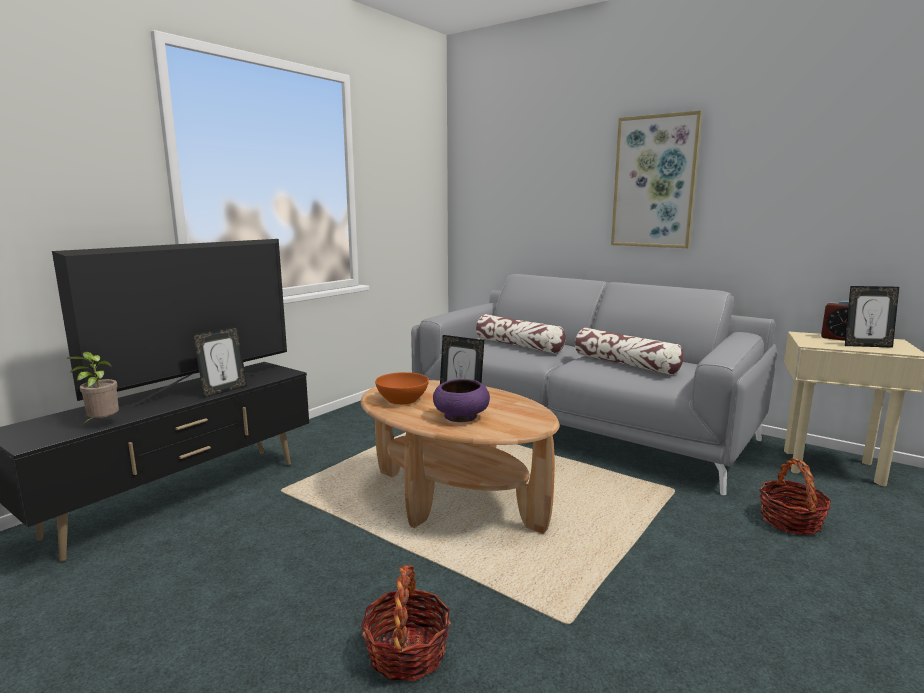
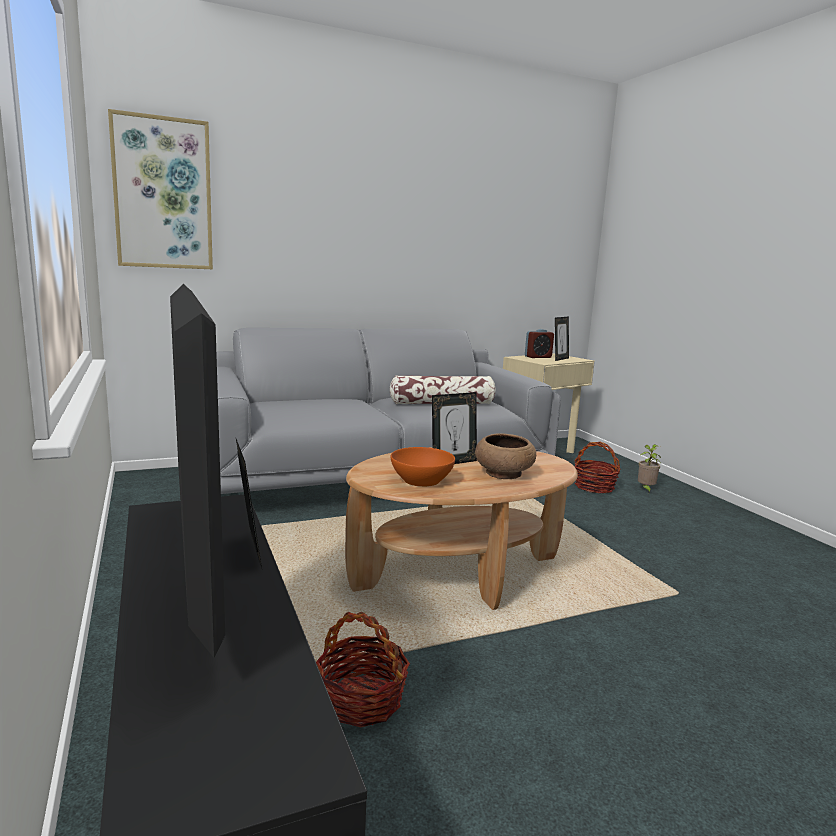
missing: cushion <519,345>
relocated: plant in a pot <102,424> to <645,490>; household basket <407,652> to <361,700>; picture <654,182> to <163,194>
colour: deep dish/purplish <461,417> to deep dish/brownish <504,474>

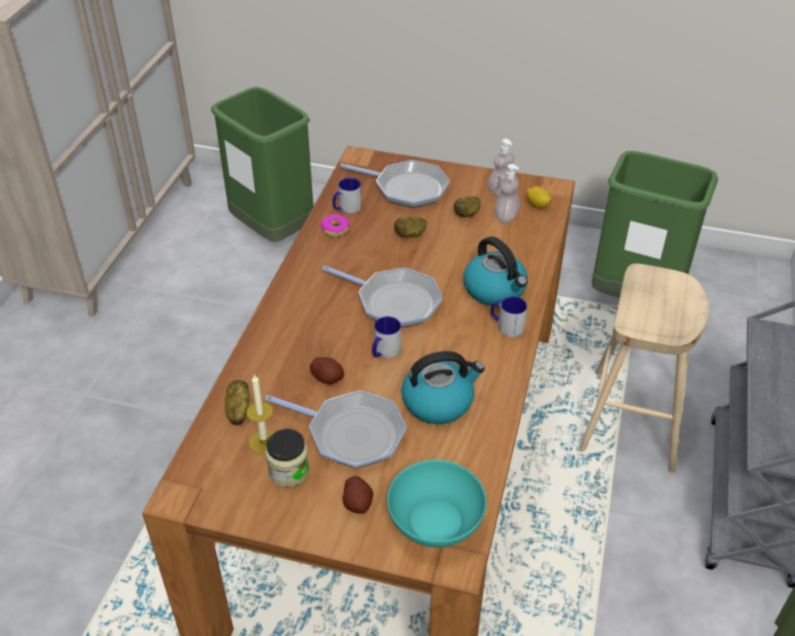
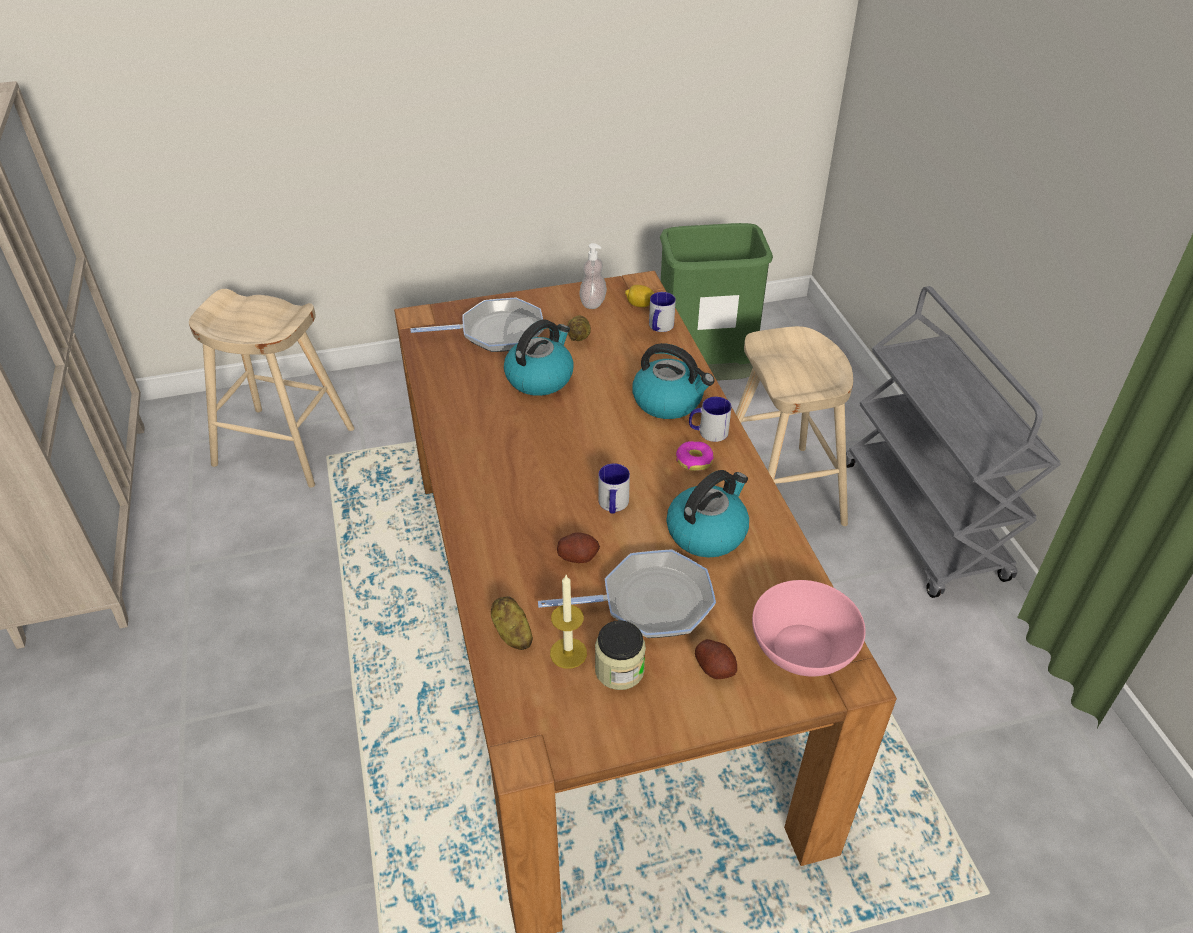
missing: skillet <394,302>; soap dispenser <506,216>
relocated: doughnut <335,229> to <694,460>; tea mug <346,208> to <659,327>
exchanged: waste bin/green-coloured <272,231> to stool seat/sand-coloured <285,447>; potato <410,234> to tea kettle <540,377>
colour: deep dish/turquoise <436,521> to deep dish/pink <803,648>

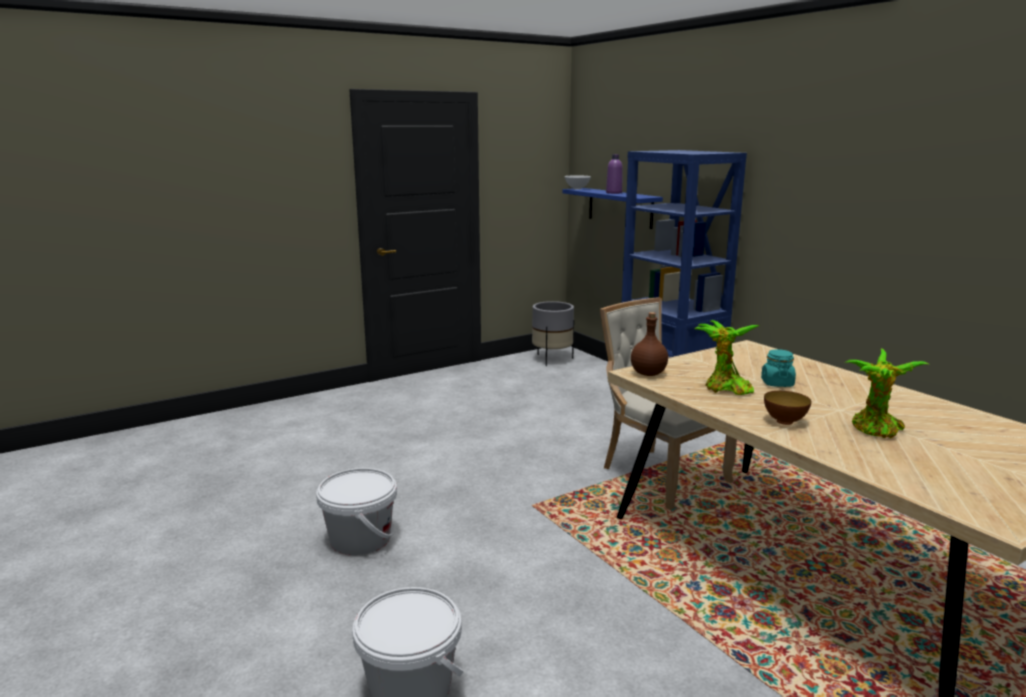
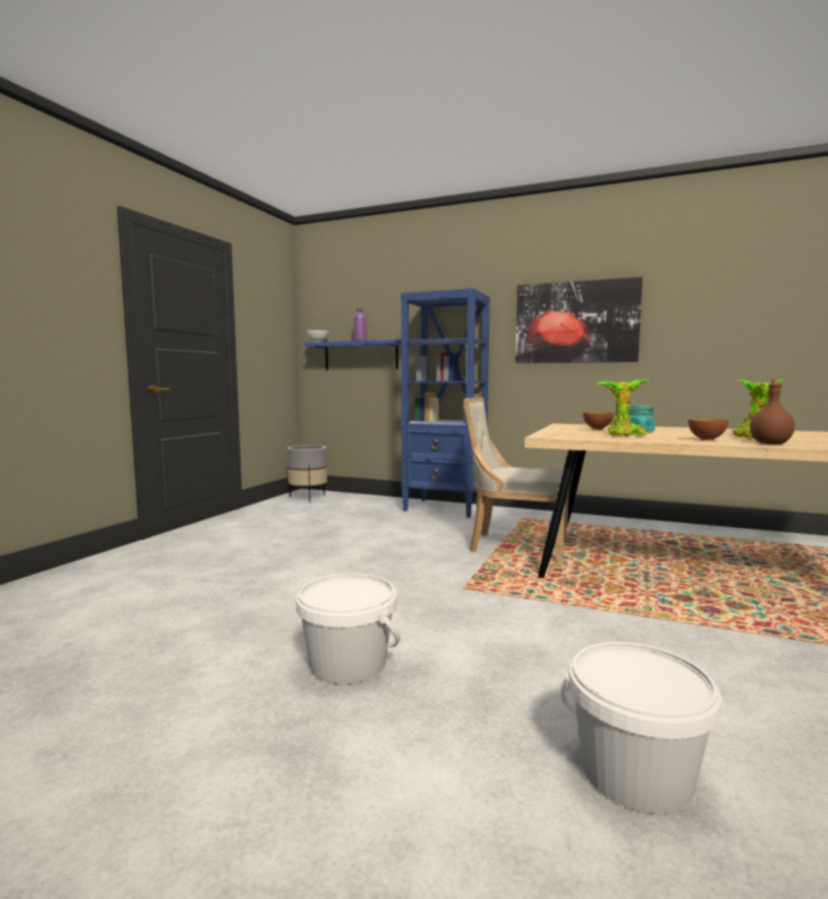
appeared: picture <576,322>; deep dish <597,429>
relocated: beverage bottle/brownish <649,373> to <770,443>

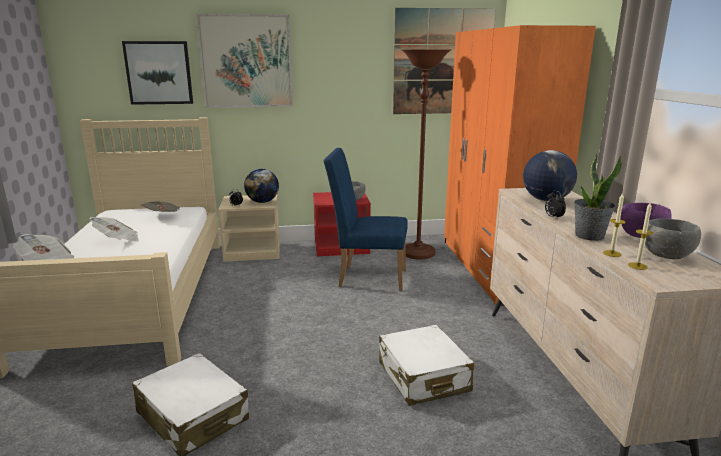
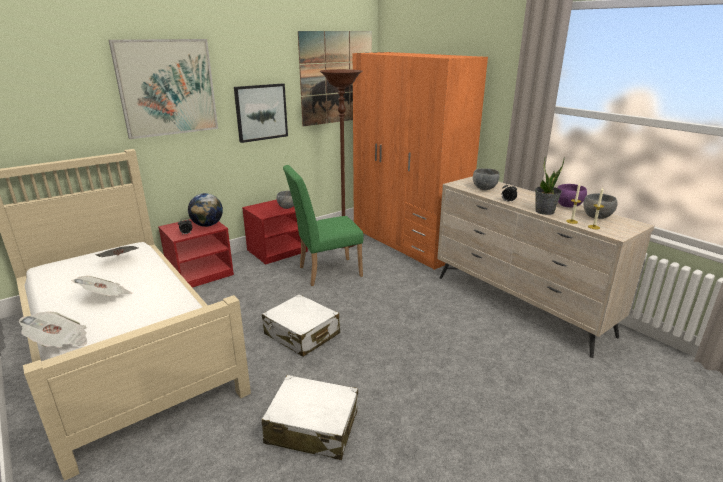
relocated: picture <159,73> to <261,112>; piece of luggage/whitish <423,377> to <302,334>
exchanged: globe <546,200> to deep dish/greyish <484,188>
colour: night table/sand-coloured <253,251> to night table/red <200,274>; plain chair/blue-coloured <367,277> to plain chair/green-coloured <325,272>

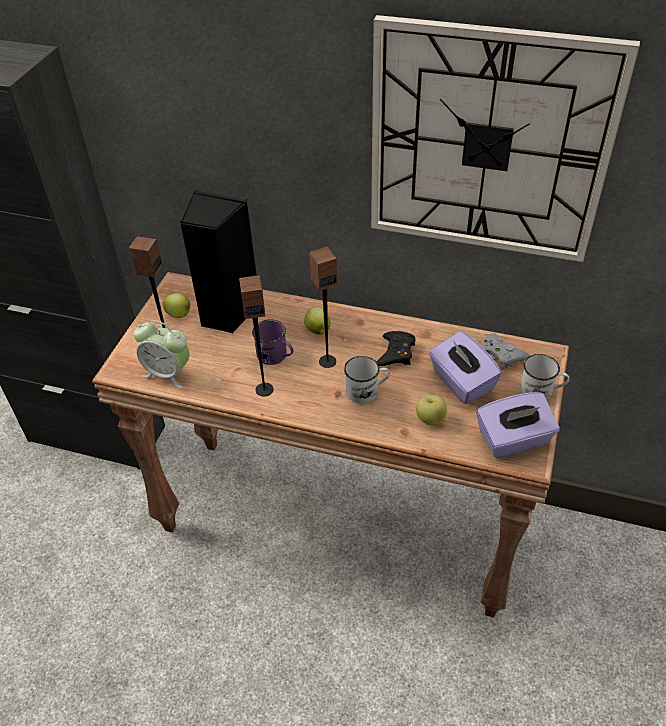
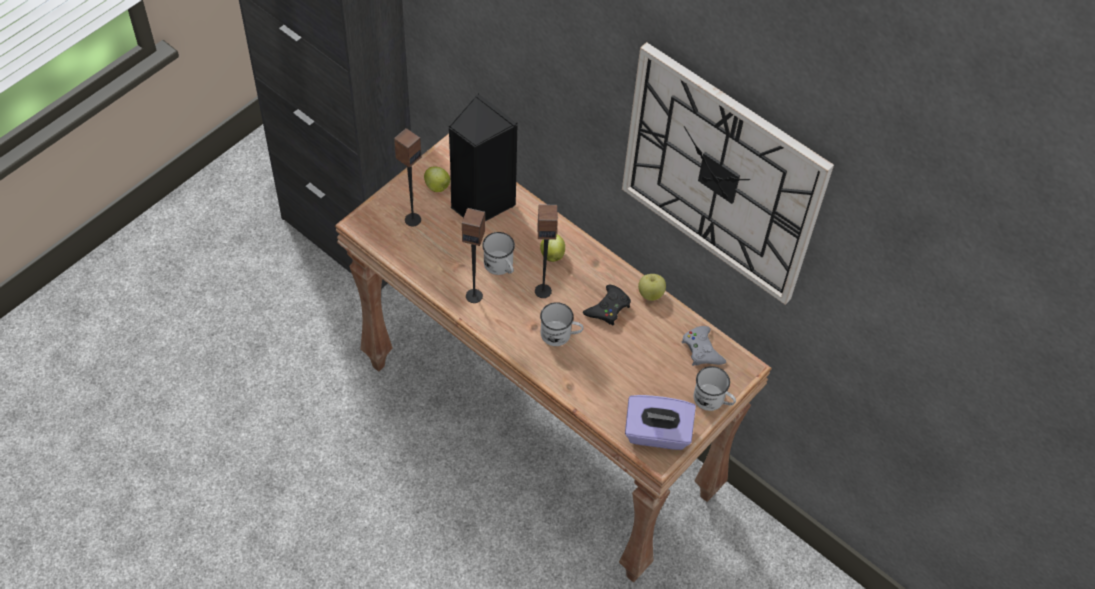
missing: bedside clock <168,373>; box of tissues/purplish <461,382>
relocated: whole apple <430,419> to <650,294>
colour: tea mug/purplish <276,356> to tea mug/whitish <501,267>

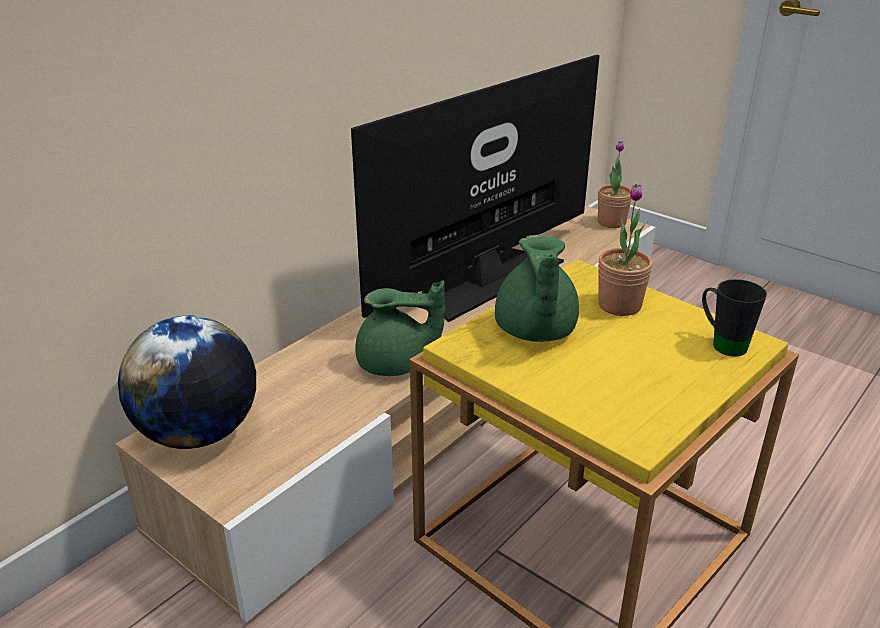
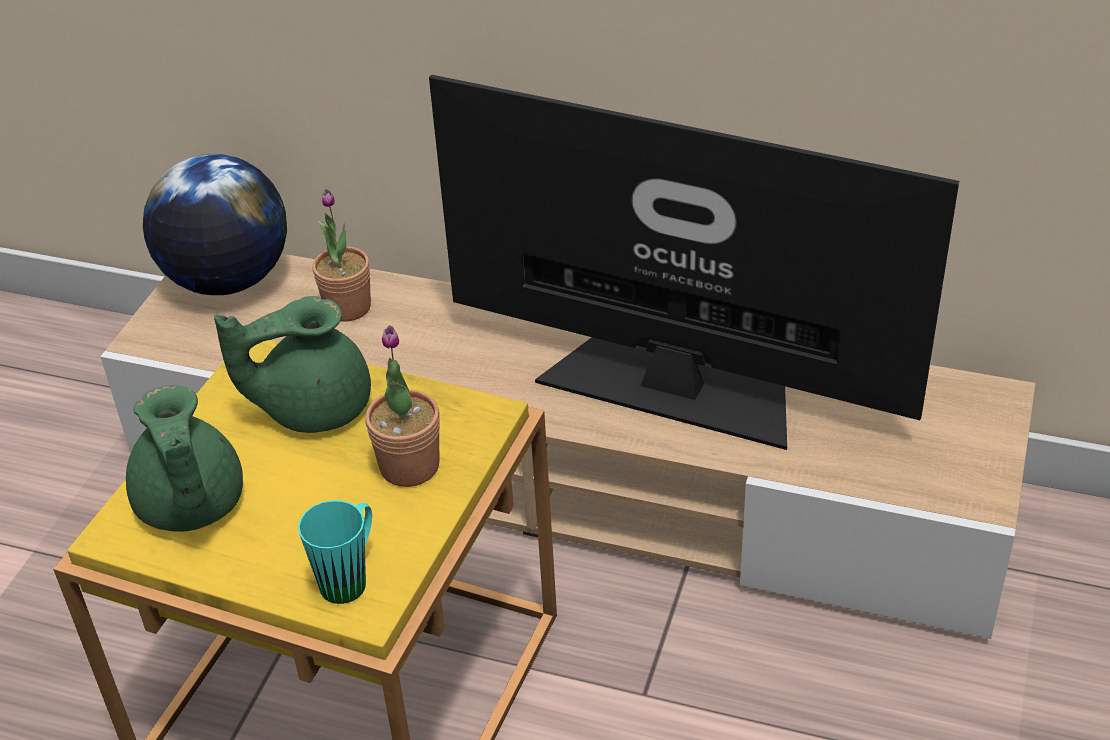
relocated: teapot/green-coloured <396,364> to <190,507>; plant in a pot <611,222> to <348,307>
colour: tea mug/black <722,343> to tea mug/turquoise <351,577>

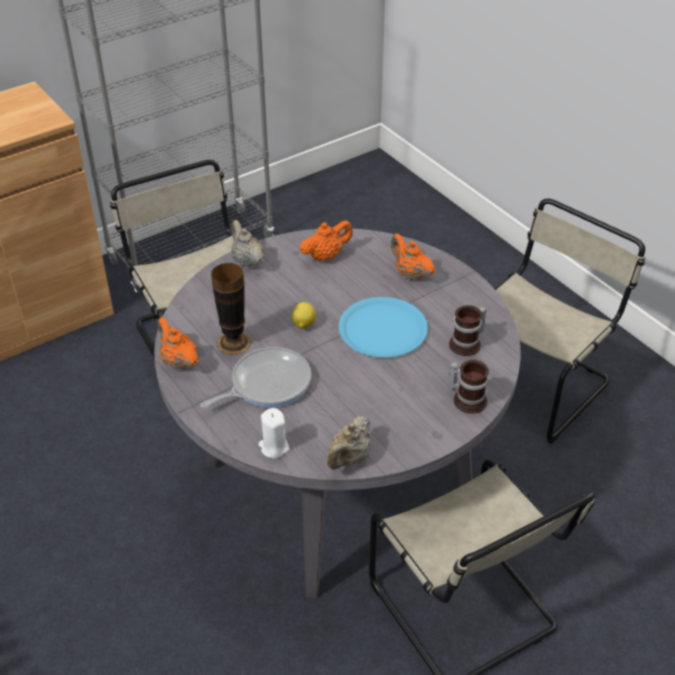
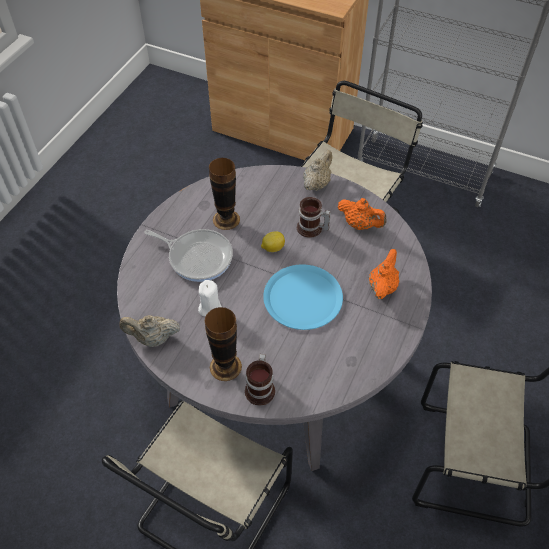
missing: teapot/orange <178,361>
appeared: vase <225,366>
relocated: candle/whitish <274,447> to <210,308>; tea mug <468,344> to <311,229>

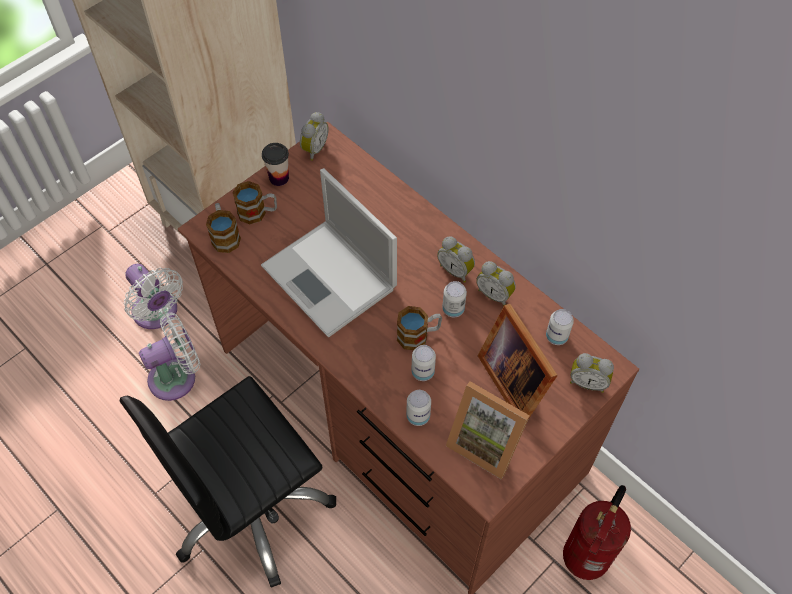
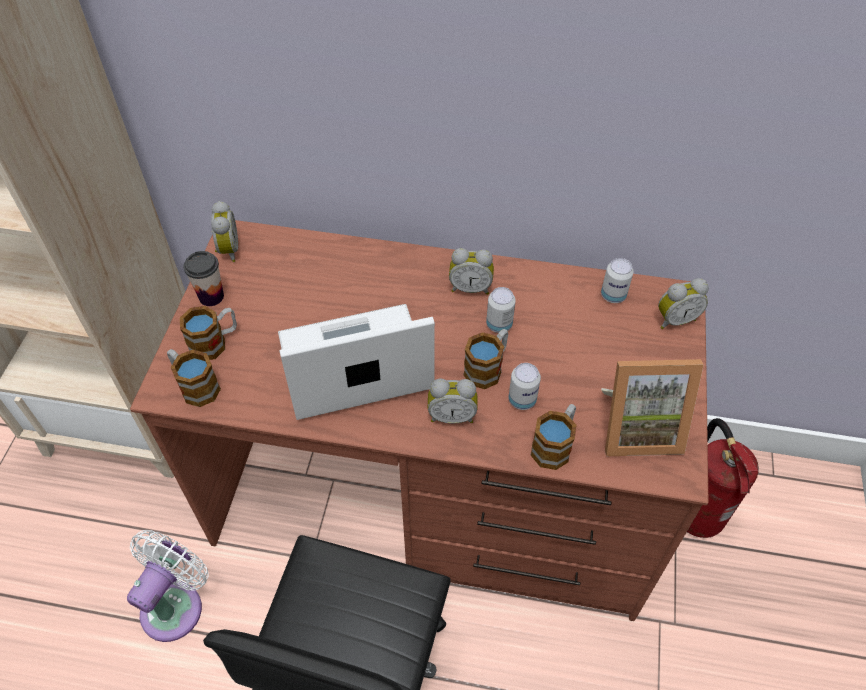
missing: fan/whitish <157,313>; standing frame <515,378>
relocated: bedside clock <495,294> to <452,415>
exchanged: metal can <418,416> to tea mug <555,445>
spun: notebook computer <331,278> = <351,364> 150 degrees clockwise

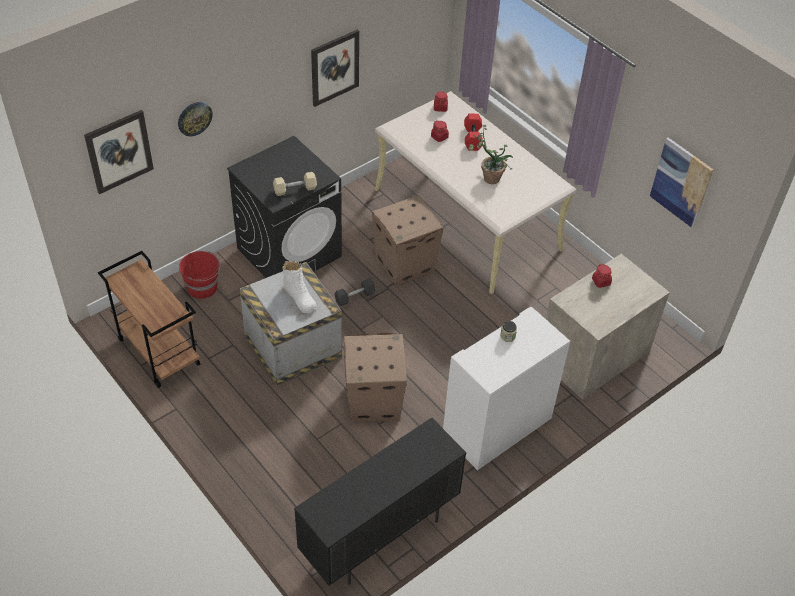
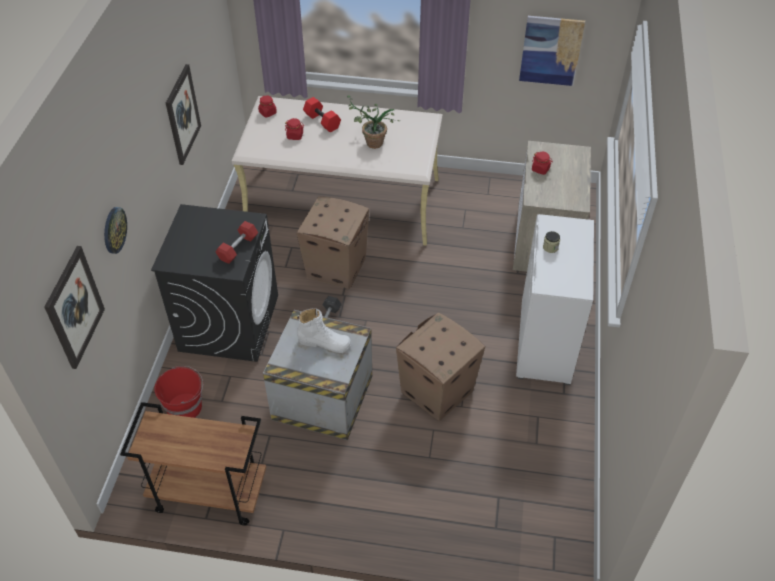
missing: storage cabinet/black <379,536>
colour: free weight/sand-coloured <295,189> to free weight/red <238,248>

